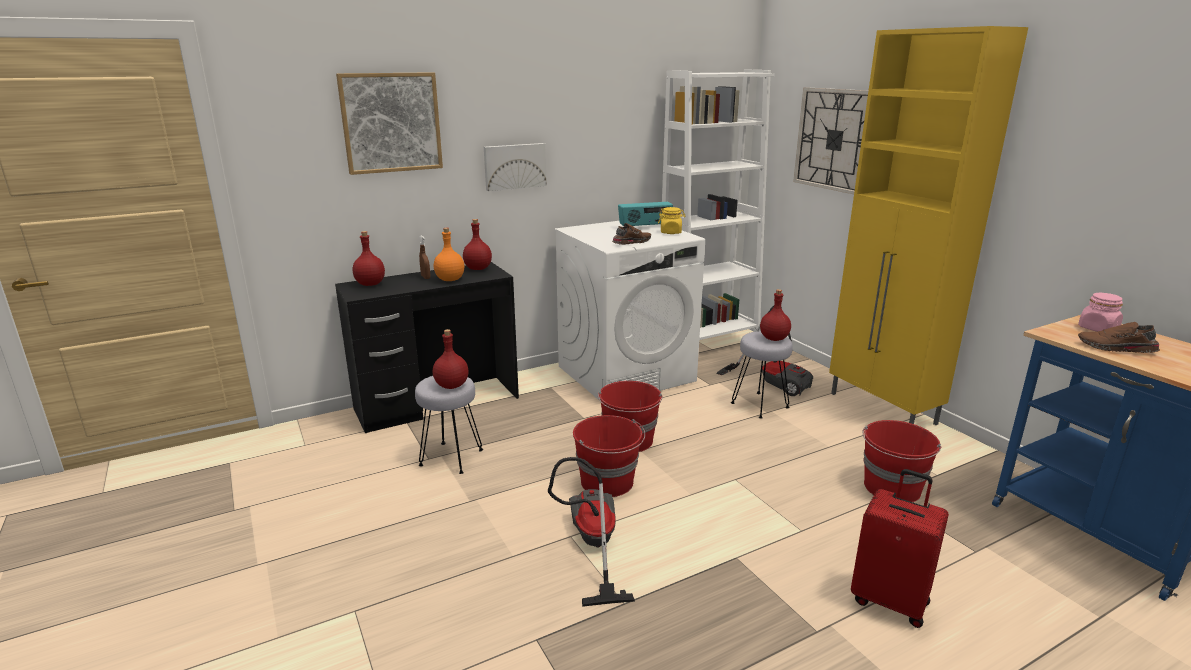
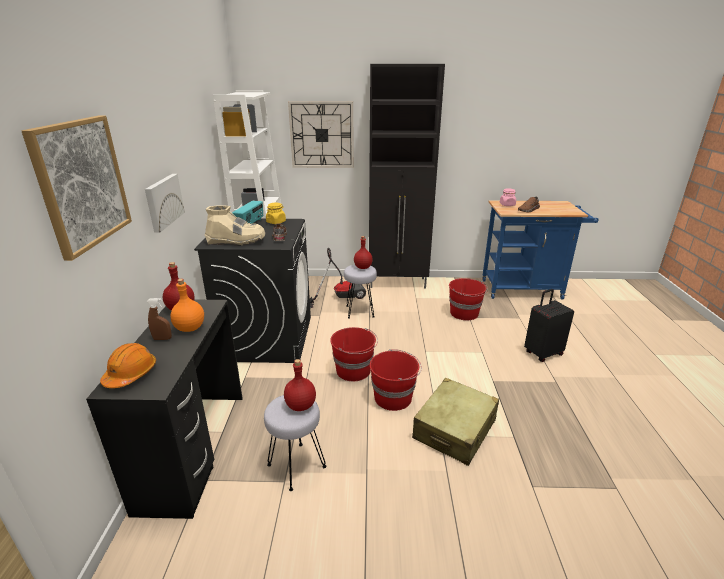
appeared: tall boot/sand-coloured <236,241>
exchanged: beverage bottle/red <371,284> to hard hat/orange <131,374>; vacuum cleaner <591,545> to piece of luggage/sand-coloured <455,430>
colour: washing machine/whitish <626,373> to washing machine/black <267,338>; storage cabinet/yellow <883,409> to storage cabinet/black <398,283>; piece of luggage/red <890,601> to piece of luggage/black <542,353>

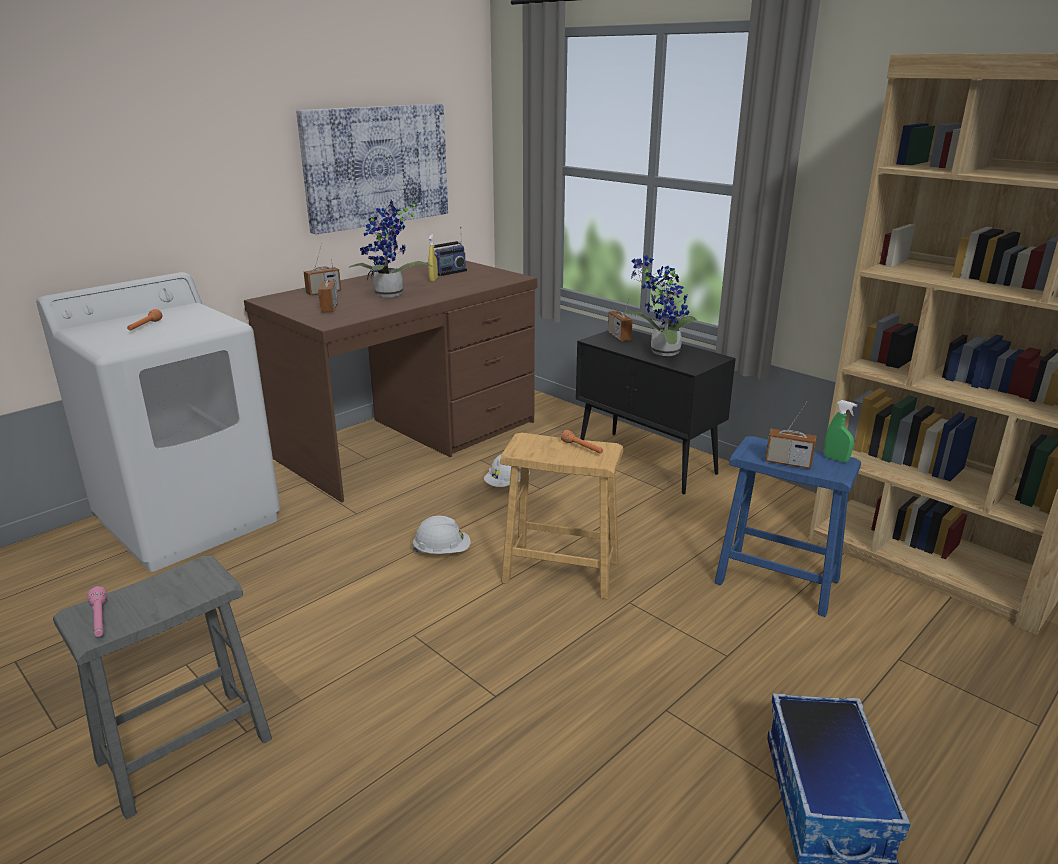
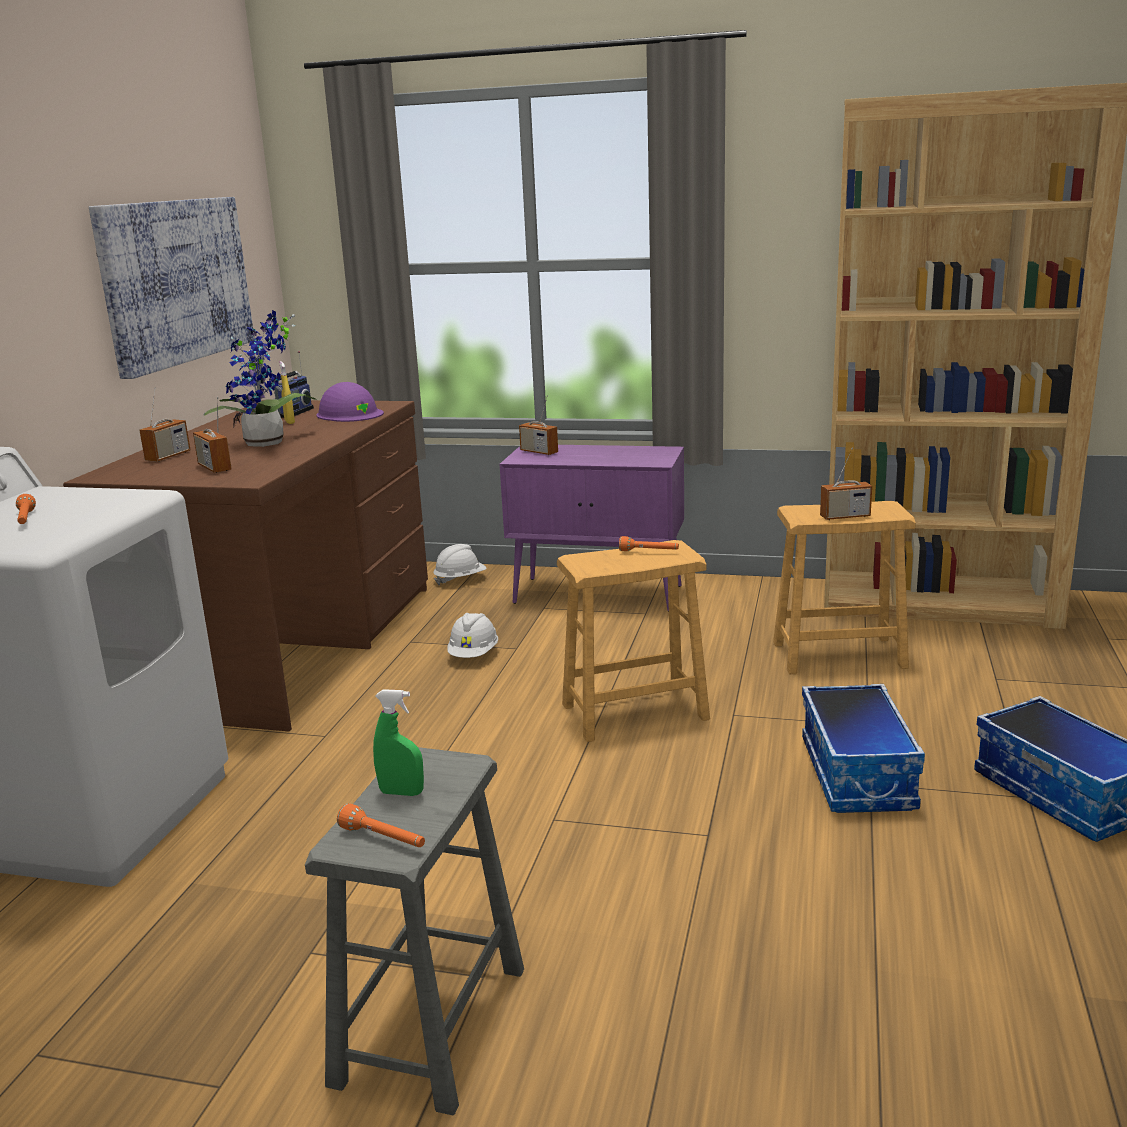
missing: plant in a pot <661,352>
appeared: hard hat/purplish <350,414>; storage container <859,774>
relocated: hard hat/whitish <442,551> to <460,580>; spray bottle/green-coloured <836,459> to <401,792>
colour: hand torch/pink <100,620> to hand torch/orange <383,839>; storage cabinet/black <647,462> to storage cabinet/purplish <599,594>; stool seat/blue-coloured <777,581> to stool seat/brownish <838,655>

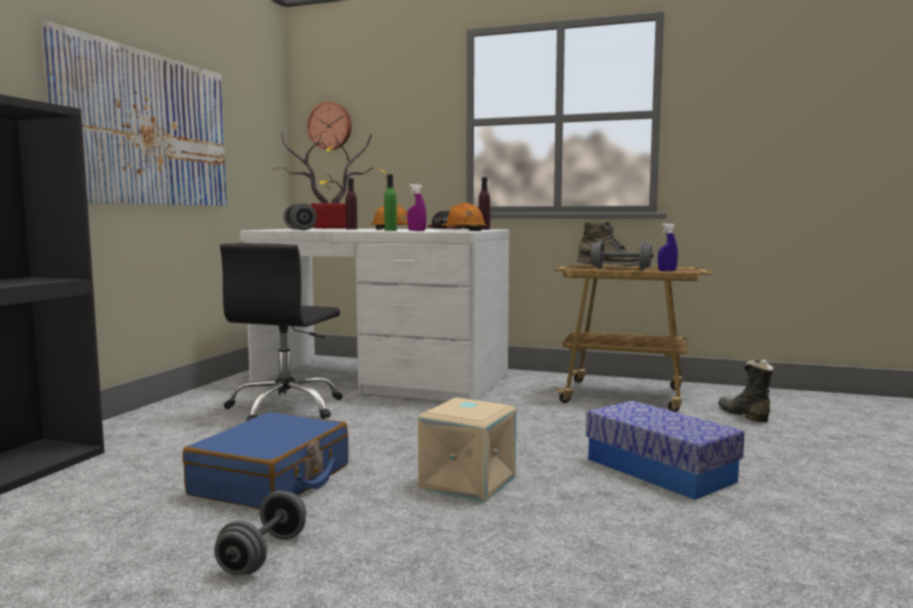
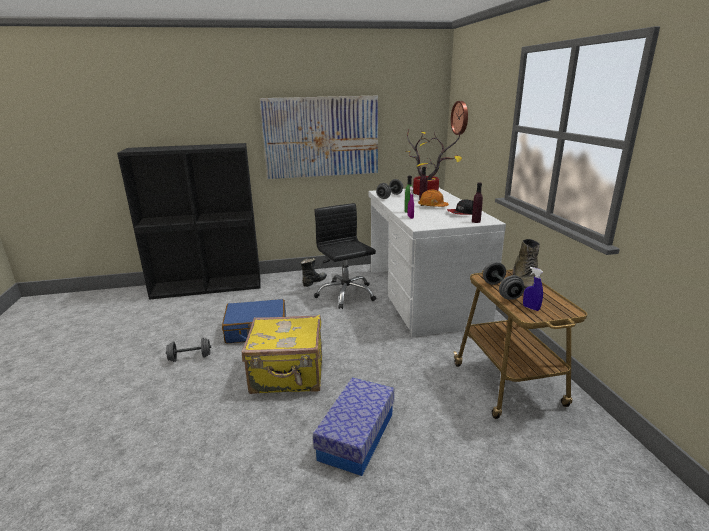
missing: hard hat/orange <463,230>
relocated: tall boot/black <743,415> to <314,282>
exchanged: storage container/sand-coloured <466,482> to piece of luggage/yellow <288,375>
spun: computer chair/black <286,408> = <345,294> 75 degrees clockwise

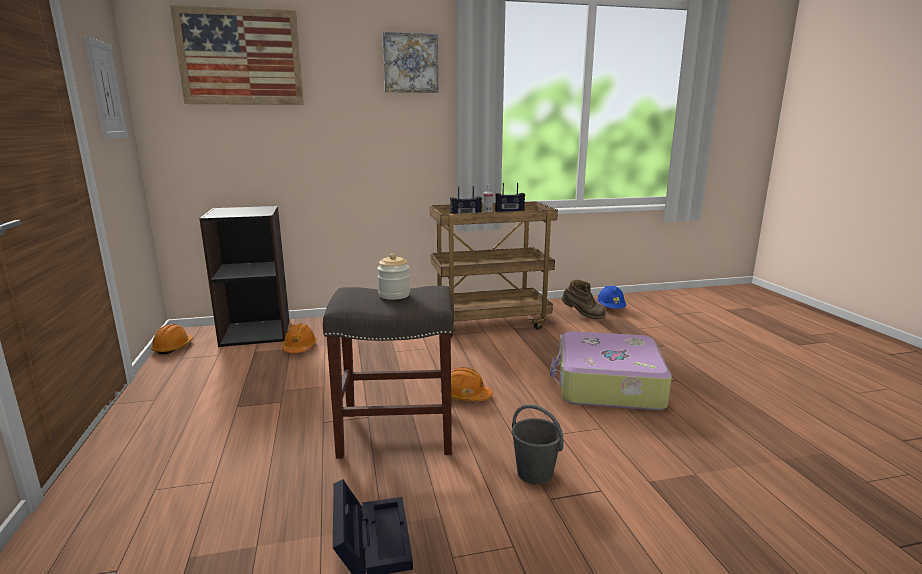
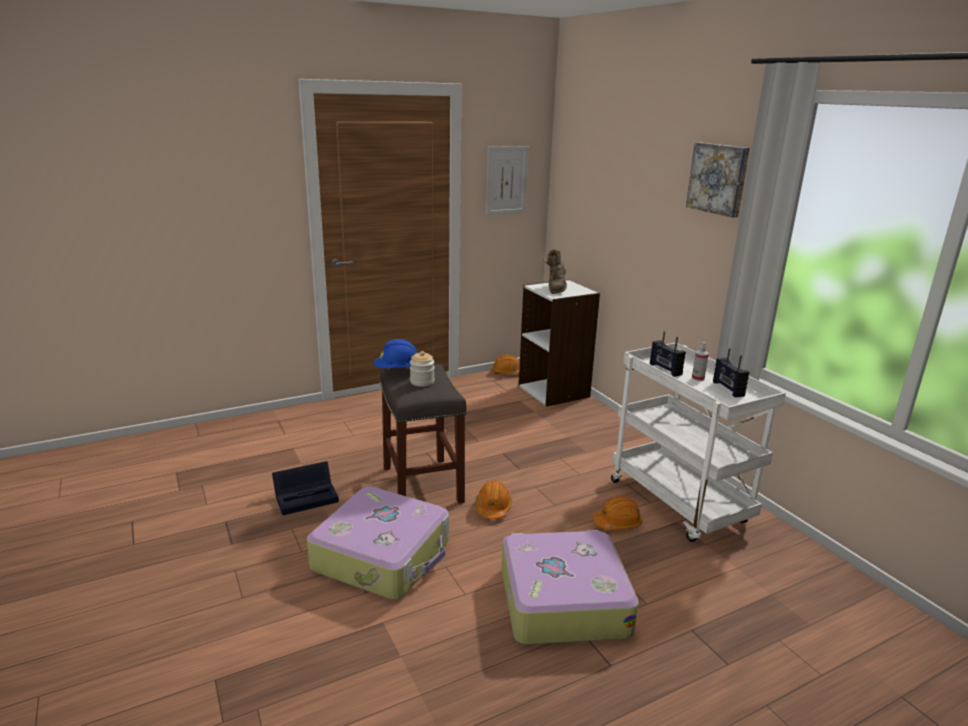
missing: picture <240,57>
relocated: hard hat/orange <299,347> to <617,523>; tall boot/brownish <582,315> to <556,289>; hard hat/blue-coloured <610,308> to <397,370>
exchanged: pail/greyish <534,473> to piece of luggage <383,555>
colour: shelving unit/black <256,332> to shelving unit/whitish <554,391>; trolley/brownish <490,322> to trolley/whitish <680,503>

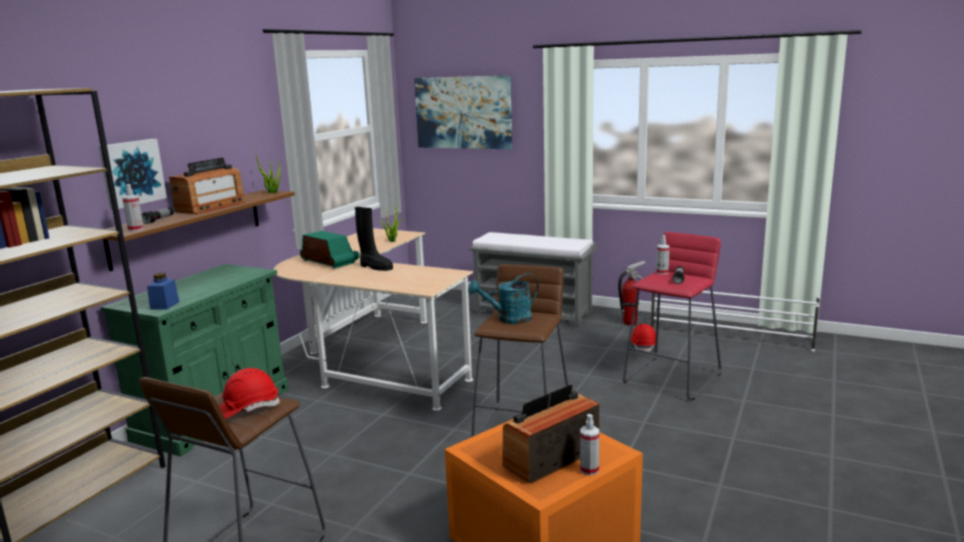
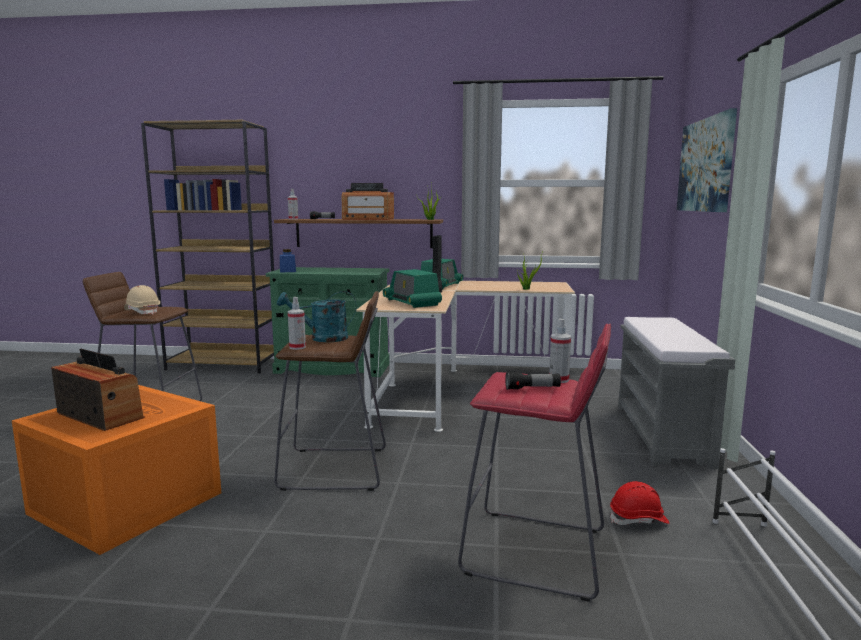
missing: picture <131,173>; extinguisher <630,323>
appeared: radio set <412,302>
relocated: spray bottle <589,470> to <297,347>
colour: hard hat/red <248,408> to hard hat/sand-coloured <142,312>
spun: sprinkling can/turquoise <508,319> = <322,338> 60 degrees counterclockwise

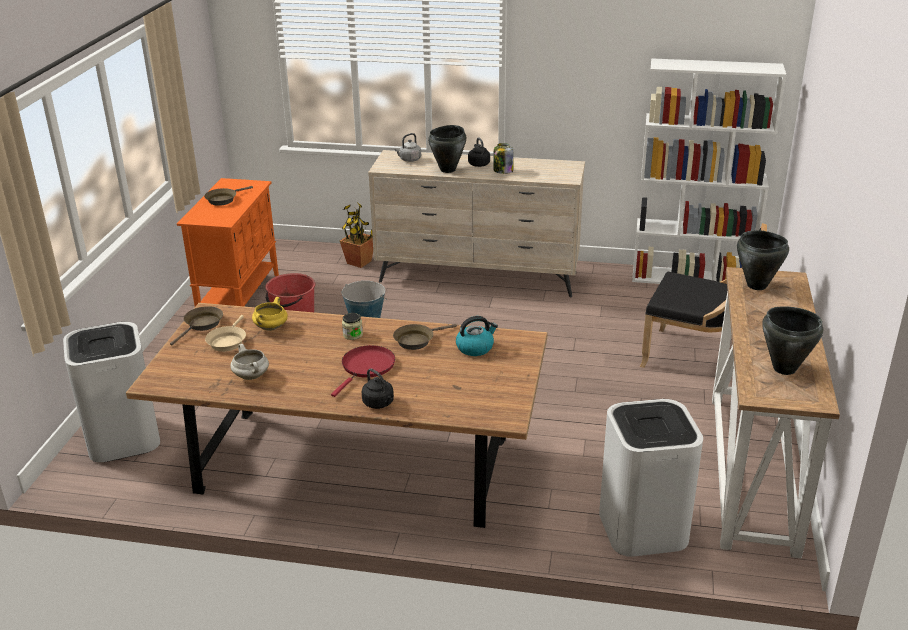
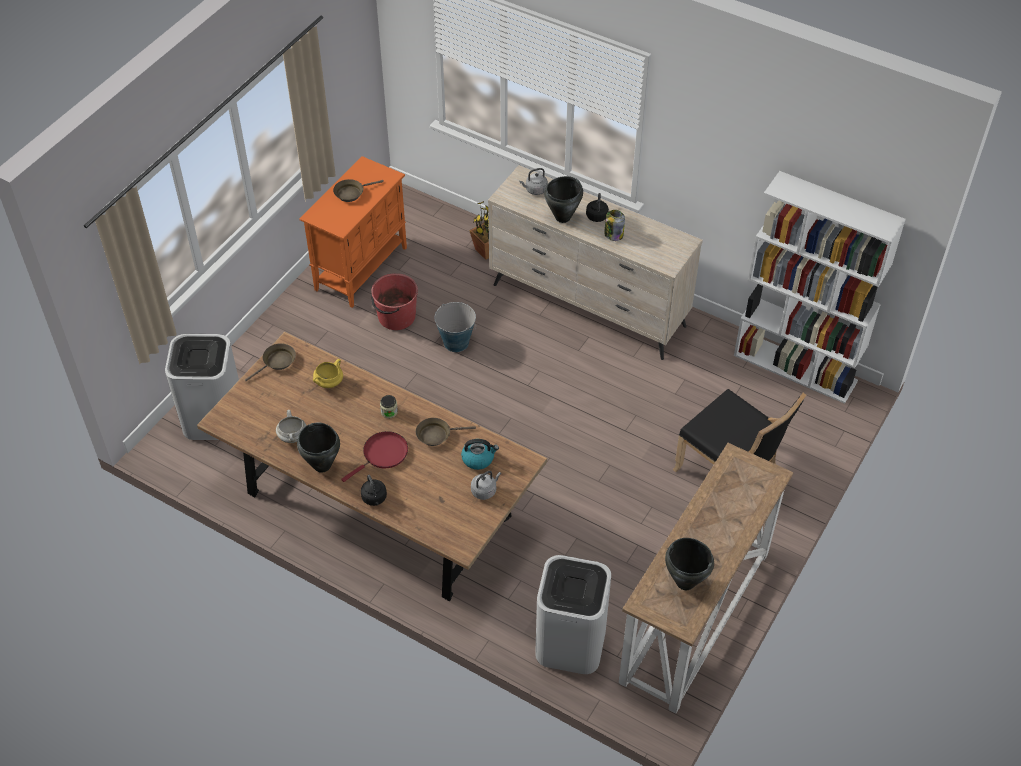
missing: skillet/sand-coloured <227,341>
appeared: tea kettle/greyish <485,490>
relocated: saucepot/black <757,286> to <322,466>

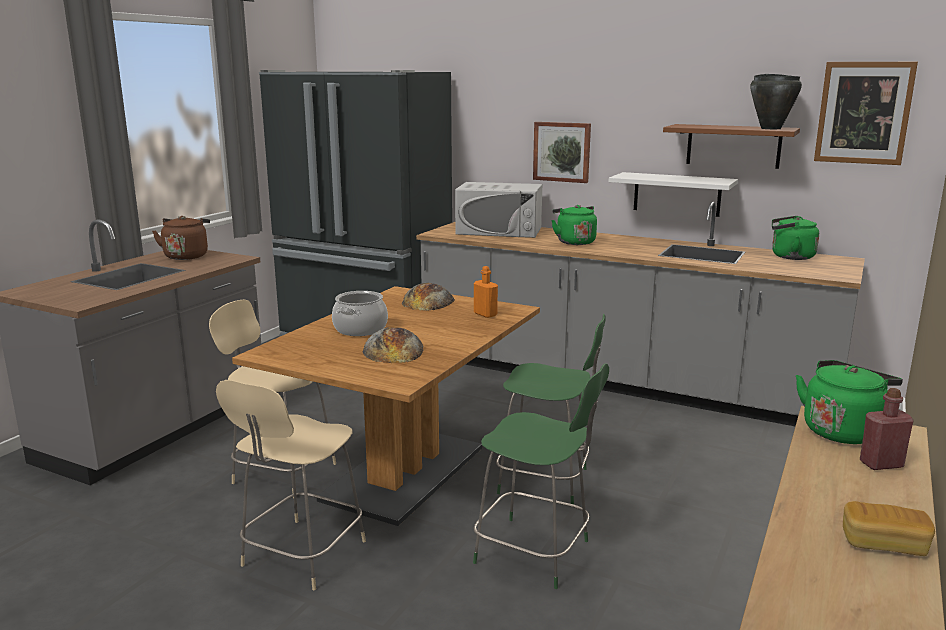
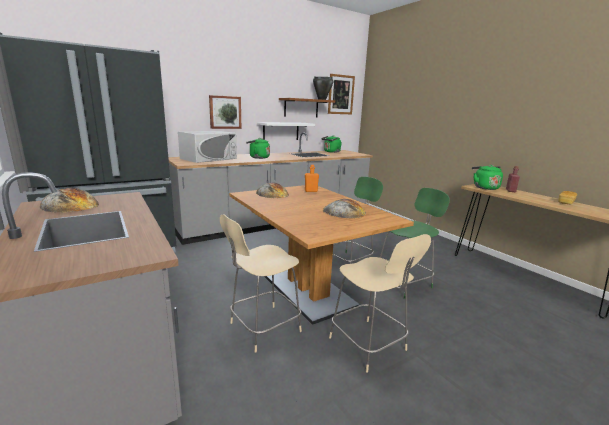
missing: saucepot <360,329>
exchanged: tea kettle/brownish <186,256> to baked bread <70,205>

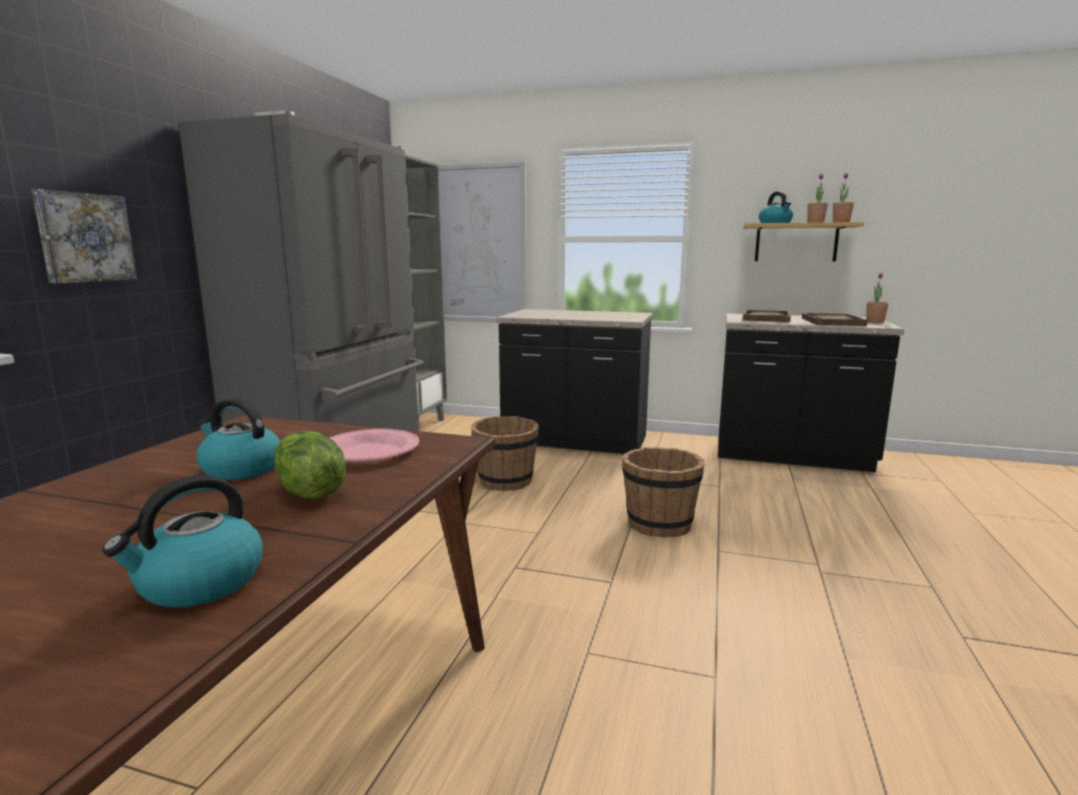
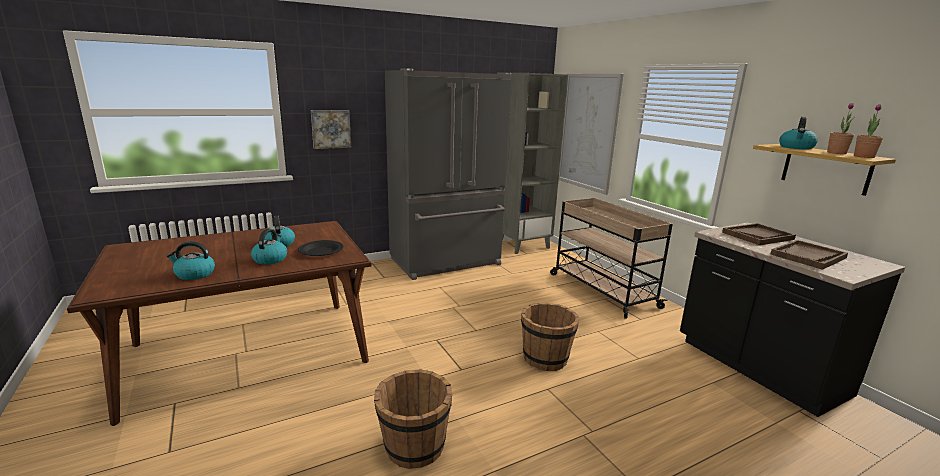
missing: plant in a pot <875,322>
relocated: pail/brownish <505,482> to <414,447>
exchanged: head of lettuce <309,492> to tea kettle <270,259>; kitchen counter/black <575,441> to trolley/sand-coloured <601,290>
colour: plate/pink <370,451> to plate/black <321,251>

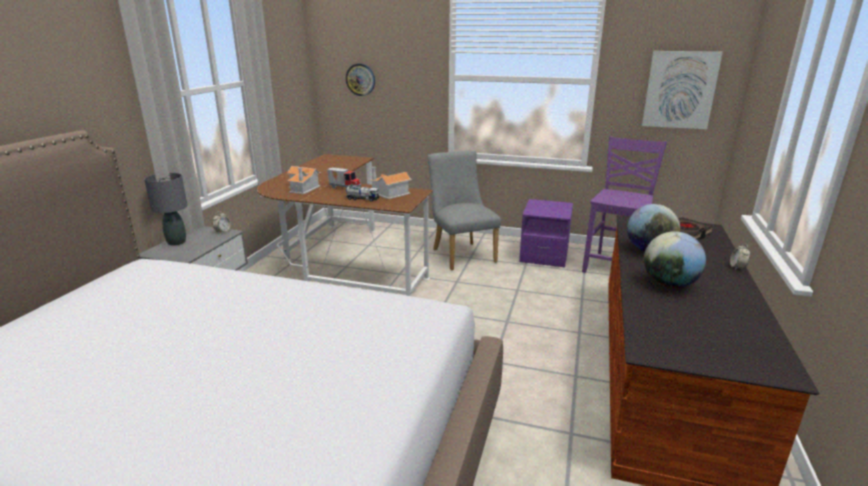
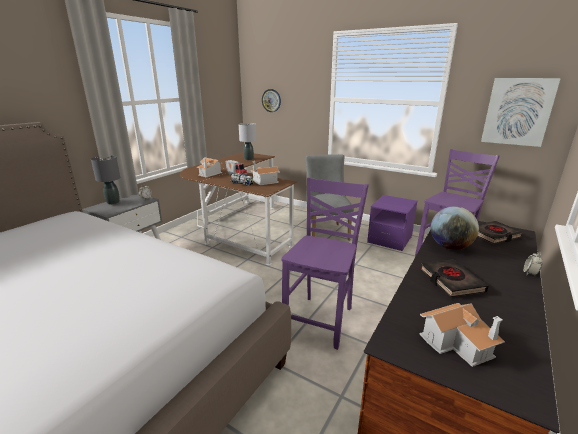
appeared: table lamp/greyish <248,159>; plain chair/purplish <321,320>; miniature house <457,343>
exchanged: globe <669,284> to volume/black <450,281>

